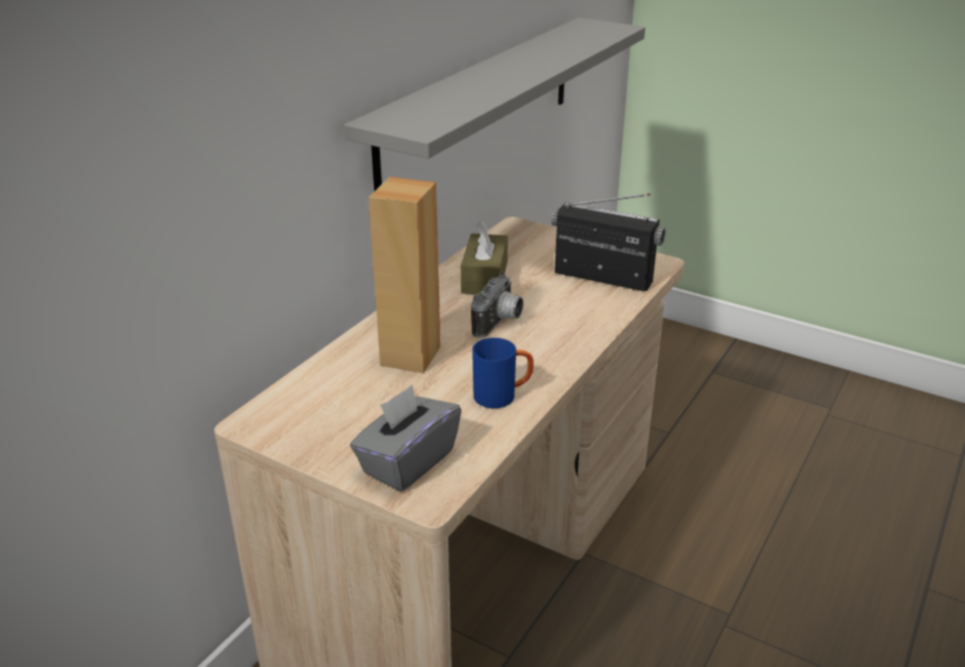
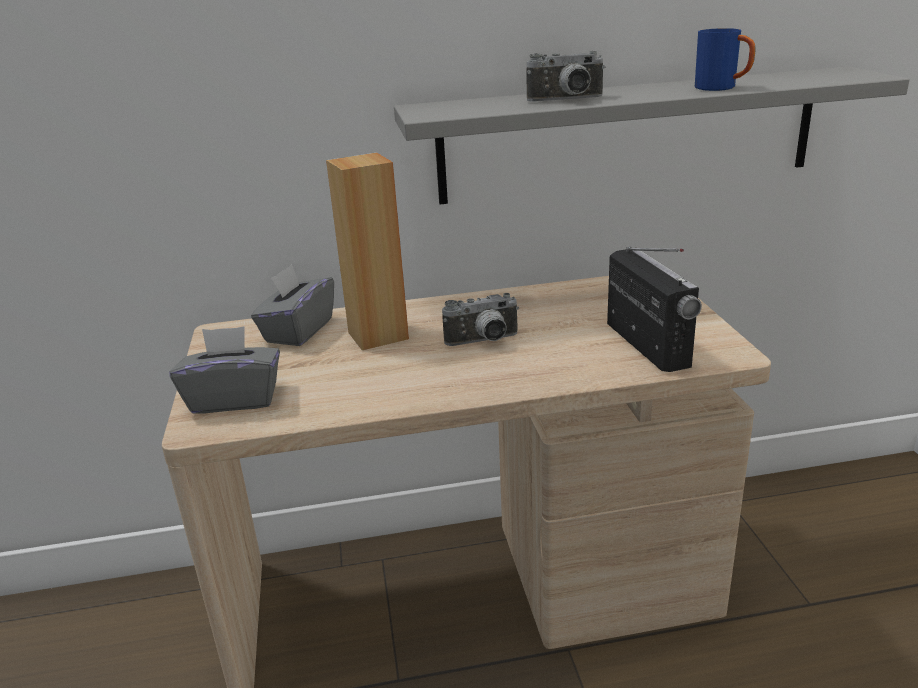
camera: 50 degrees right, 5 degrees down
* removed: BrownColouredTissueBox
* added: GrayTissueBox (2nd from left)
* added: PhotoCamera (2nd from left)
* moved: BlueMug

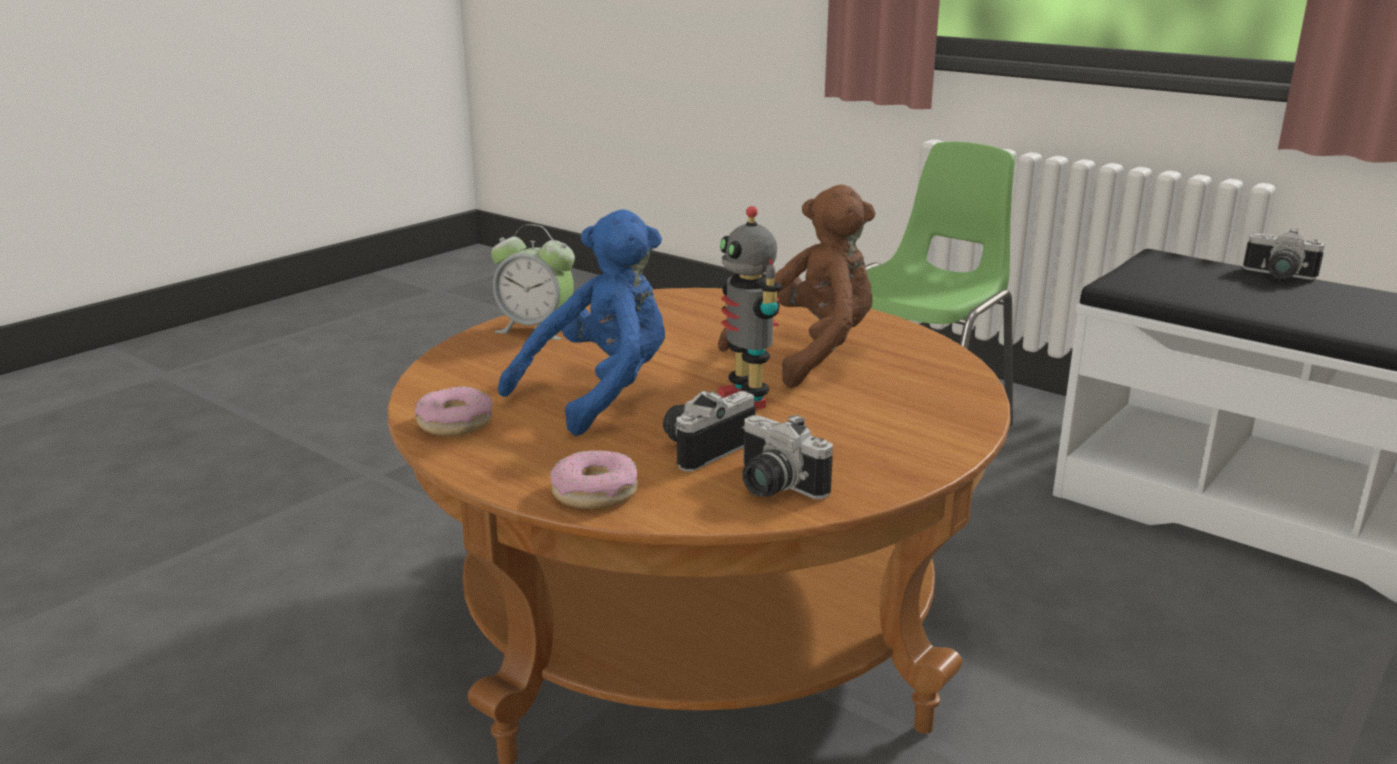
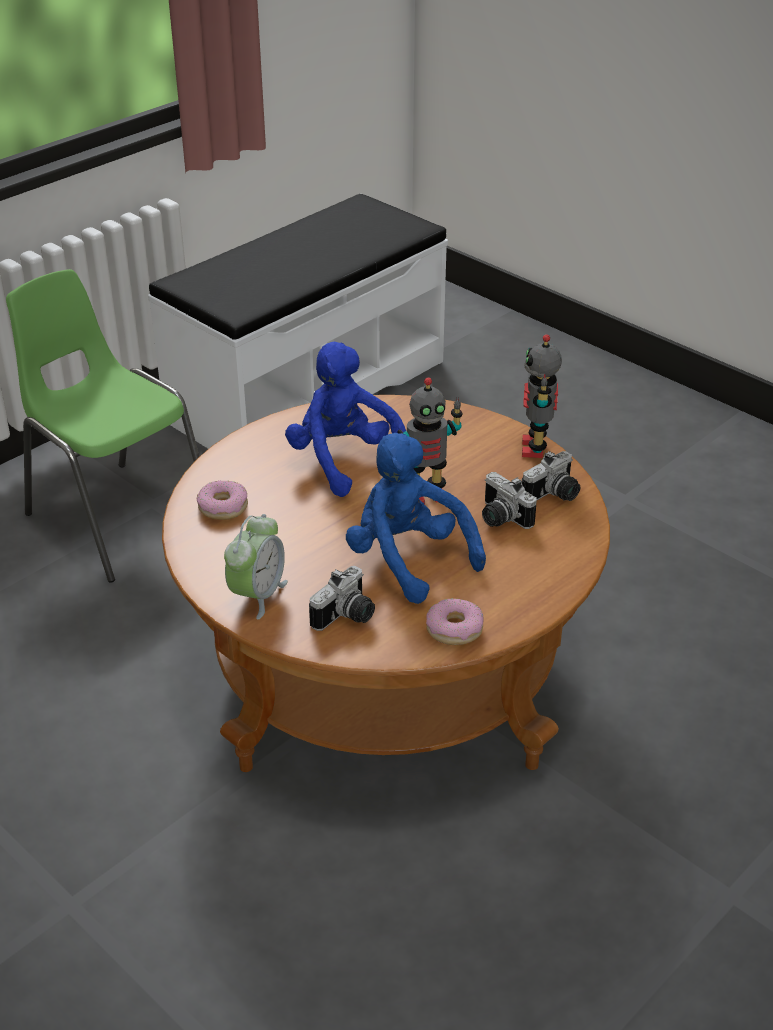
camera: 85 degrees left, 15 degrees up
* added: RobotFigure (2nd from left)
* moved: Donut (2nd from left in the first image) to Donut (1st from left)
* moved: PhotoCamera (3rd from left in the first image) to PhotoCamera (1st from left)
* recoloured: BrownColouredPlushToy to BluePlushToy (1st from left)

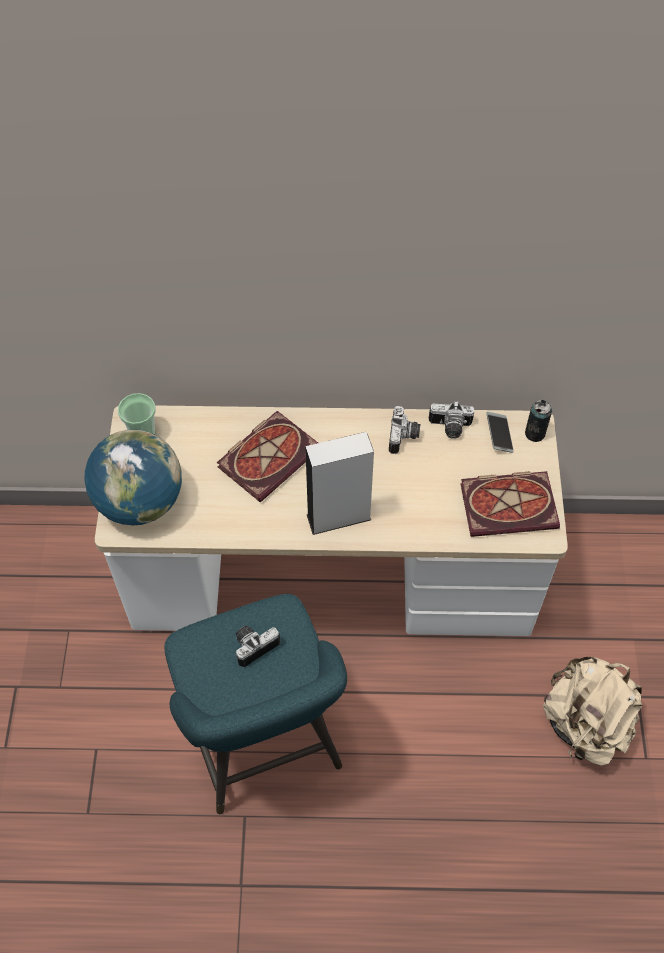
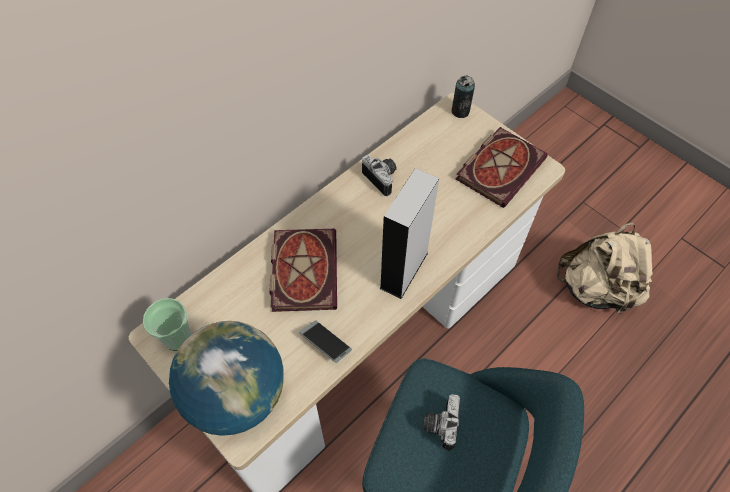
camera: 45 degrees left, 0 degrees up
* removed: PhotoCamera (3rd from left)
* moved: Phone

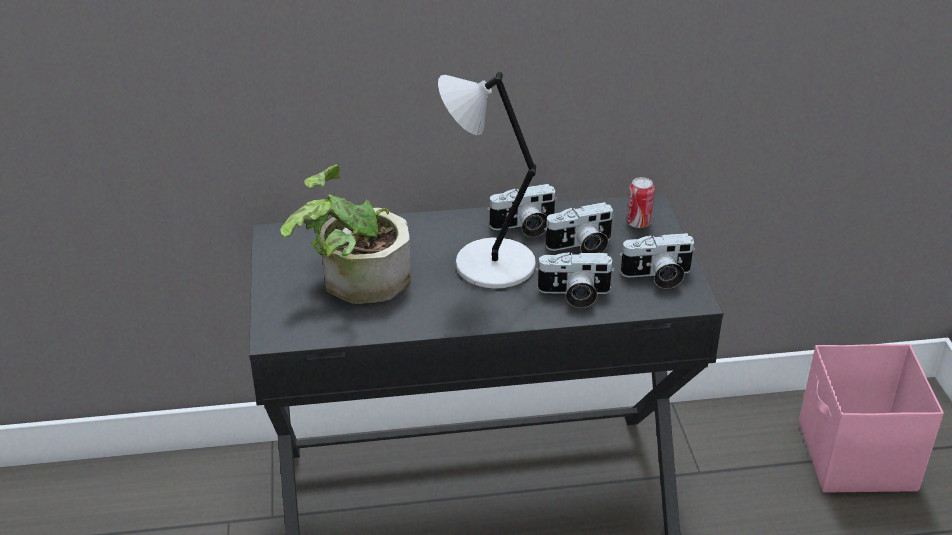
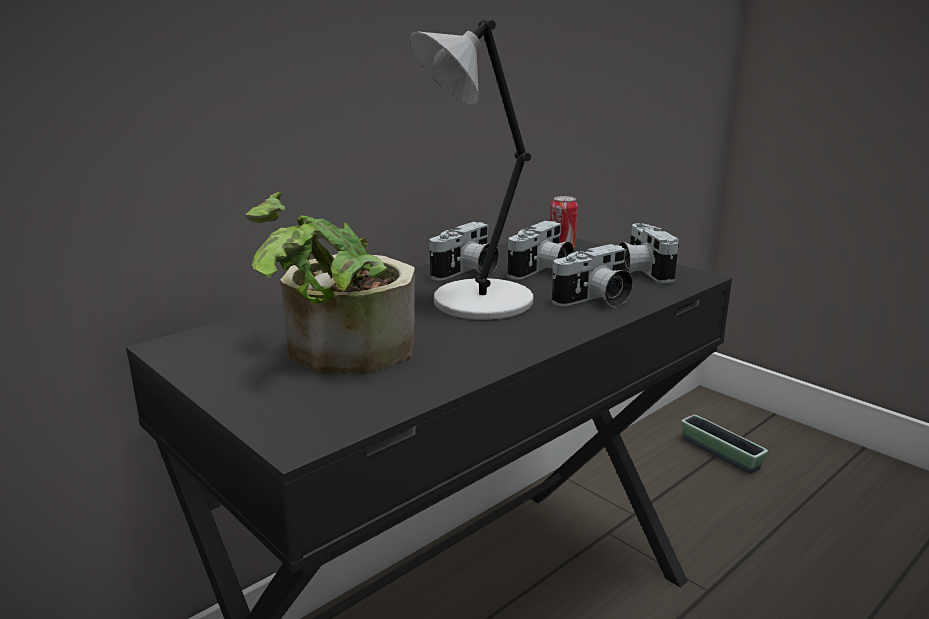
camera: 35 degrees left, 15 degrees down
* replaced: PinkStorageBin to PlantPot
* turned: PhotoCamera (4th from left) 120 degrees clockwise

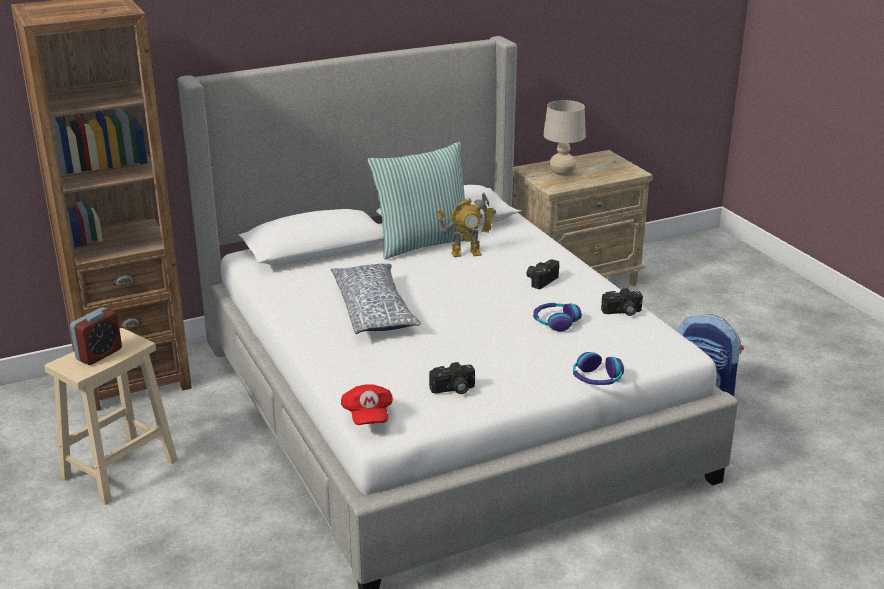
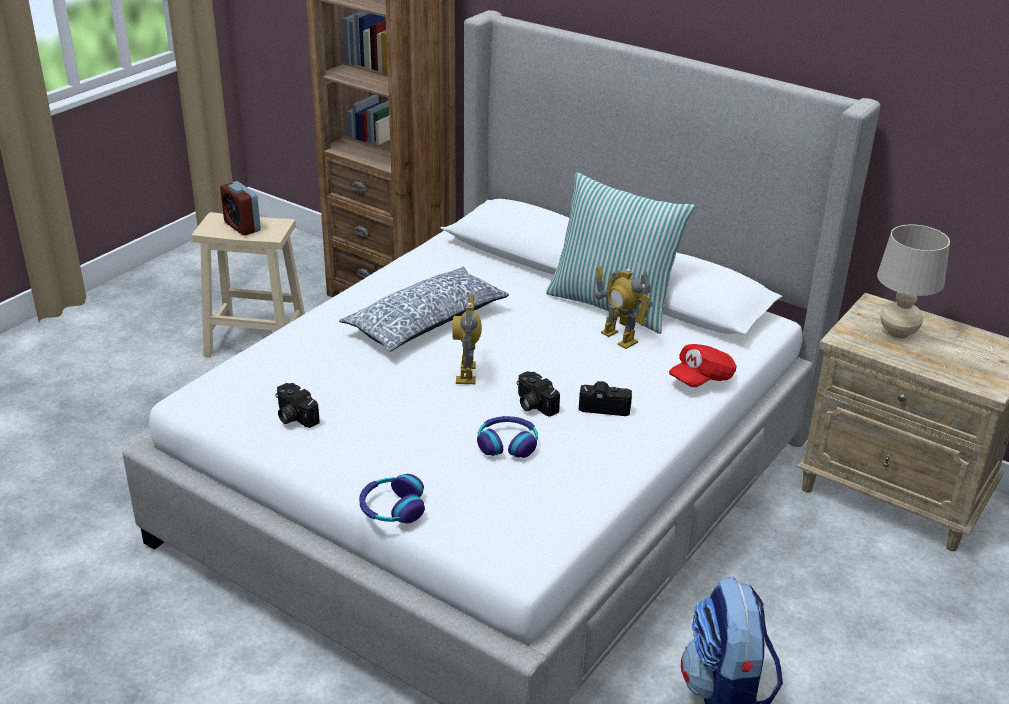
camera: 60 degrees right, 5 degrees up
* added: RobotFigure (1st from left)
* moved: RedColouredBaseballCap
* moved: PhotoCamera (3rd from left in the first image) to PhotoCamera (2nd from left)
* turned: BedsideClock 45 degrees clockwise

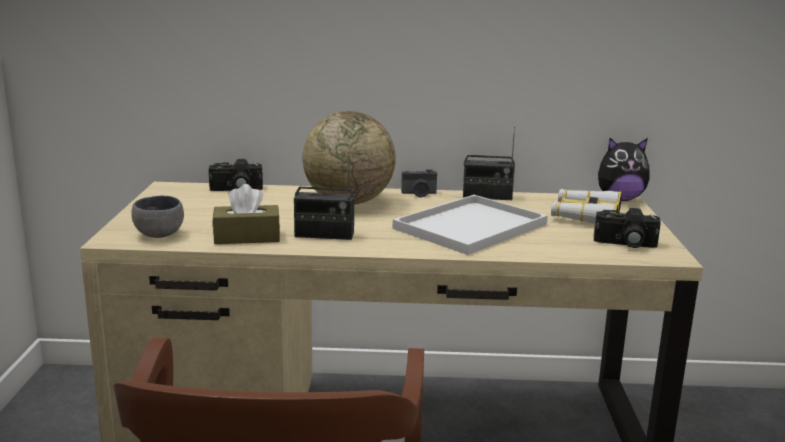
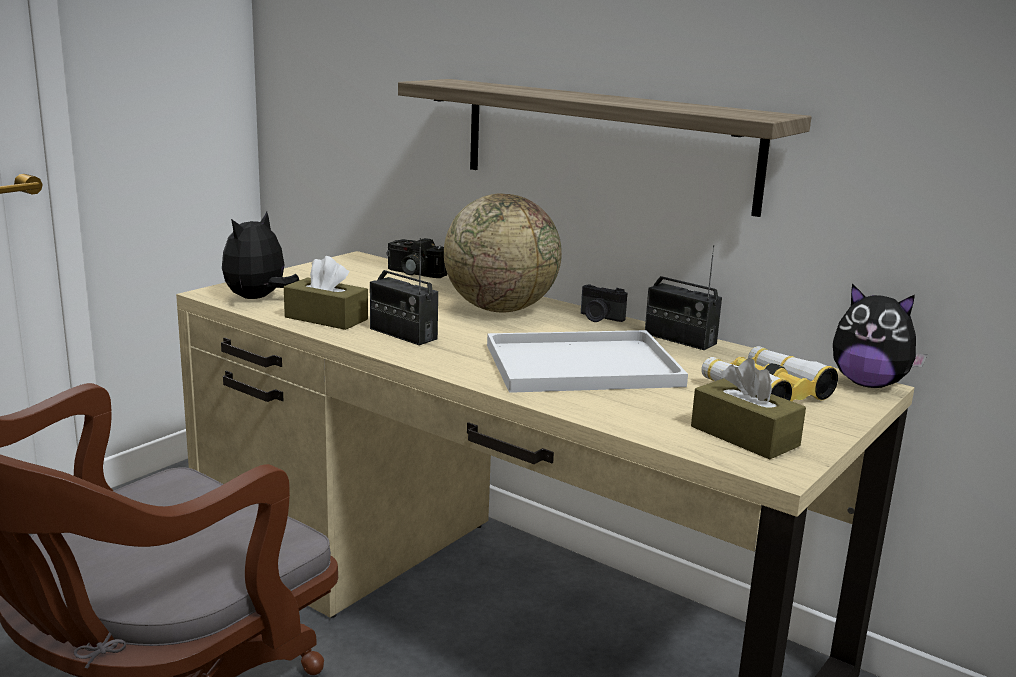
camera: 35 degrees right, 0 degrees up
* added: WallShelf
* replaced: GrayServingBowl to PlushToy (1st from left)
* replaced: PhotoCamera (3rd from left) to BrownColouredTissueBox (2nd from left)

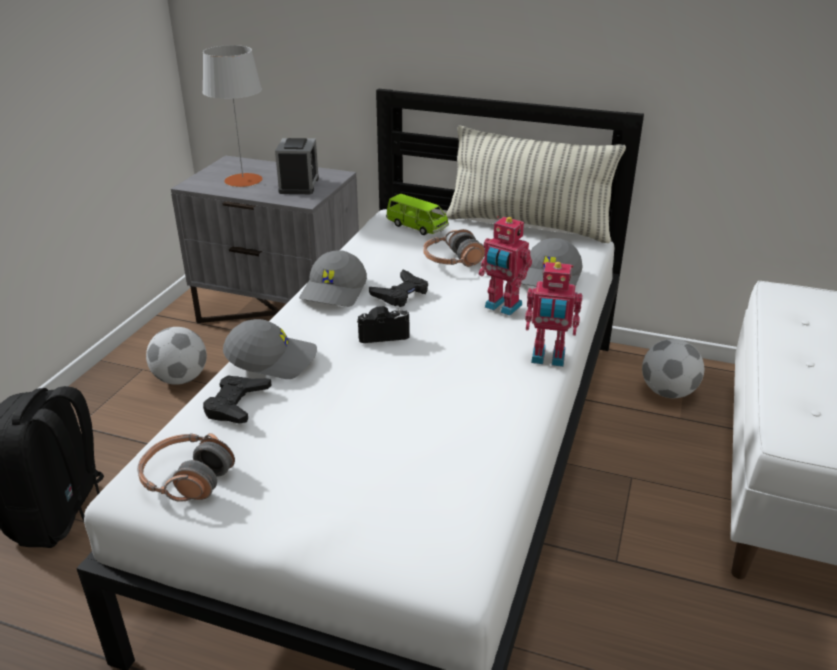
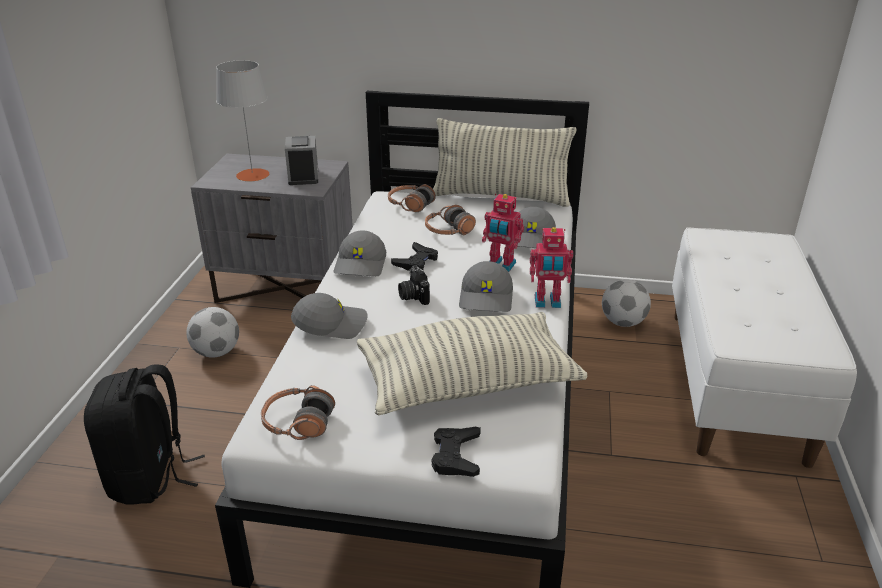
camera: 10 degrees left, 0 degrees up
* added: ThrowPillow (1st from left)
* added: GrayBaseballCap (3rd from left)
* moved: BlackishGamepad (1st from left in the first image) to BlackishGamepad (2nd from left)
* replaced: GreenToyCar to Headset (2nd from left)
* turned: PhotoCamera 90 degrees counterclockwise

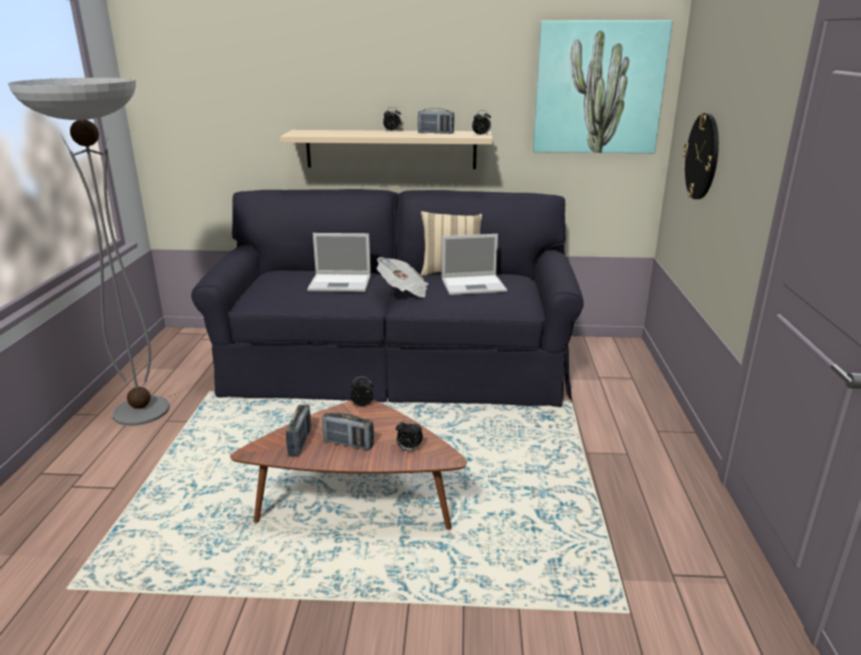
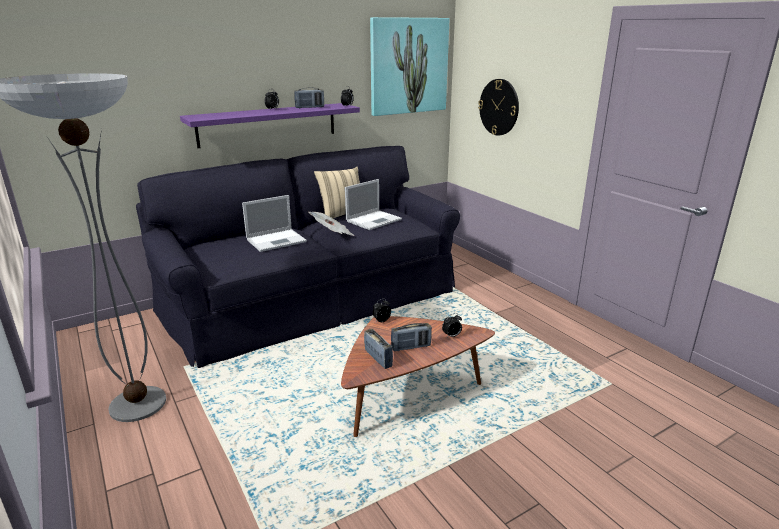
camera: 35 degrees left, 0 degrees up
* recoloured: BeigeWallShelf to PurplishWallShelf

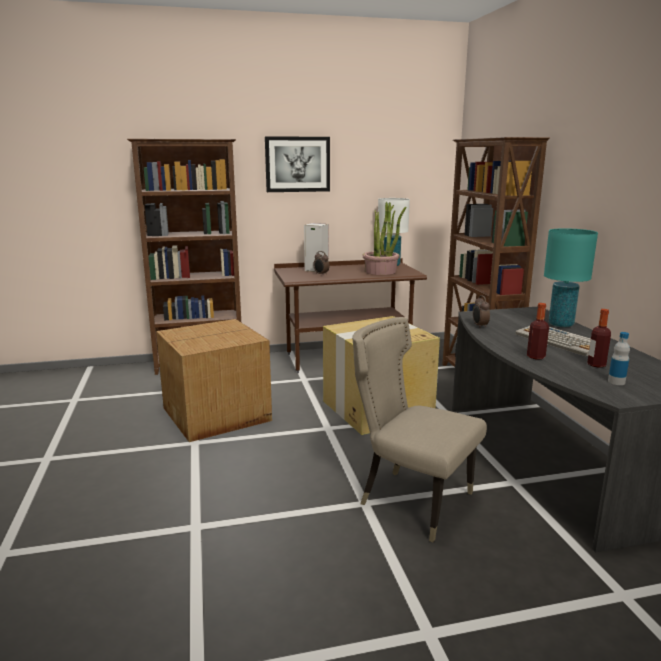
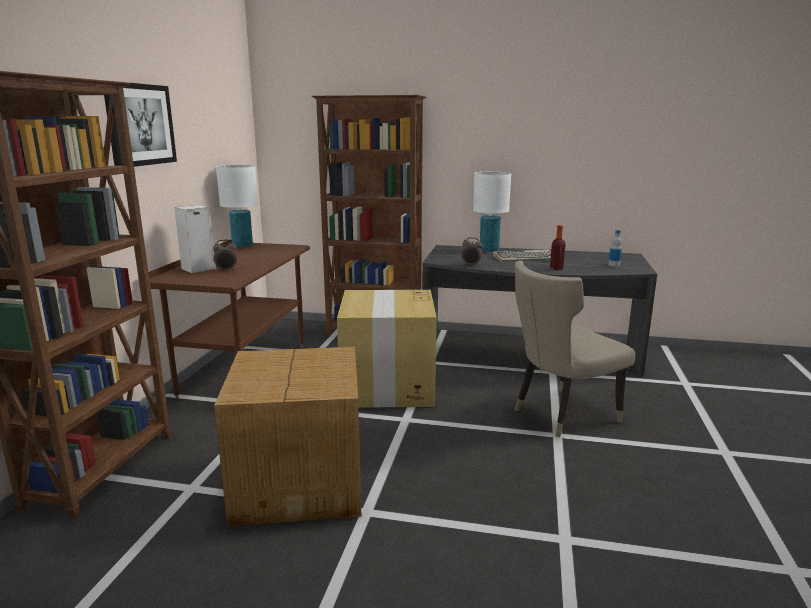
camera: 65 degrees left, 0 degrees up
* removed: Houseplant
* removed: BeverageBottle (2nd from left)
* recoloured: TurquoiseTableLamp to WhiteColouredTableLamp (2nd from left)

